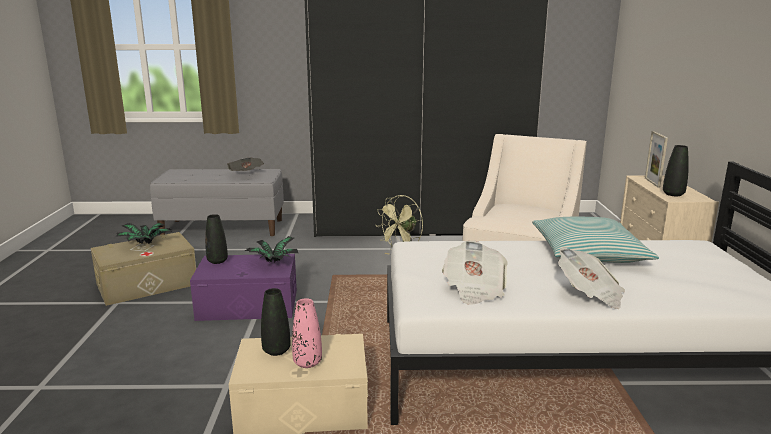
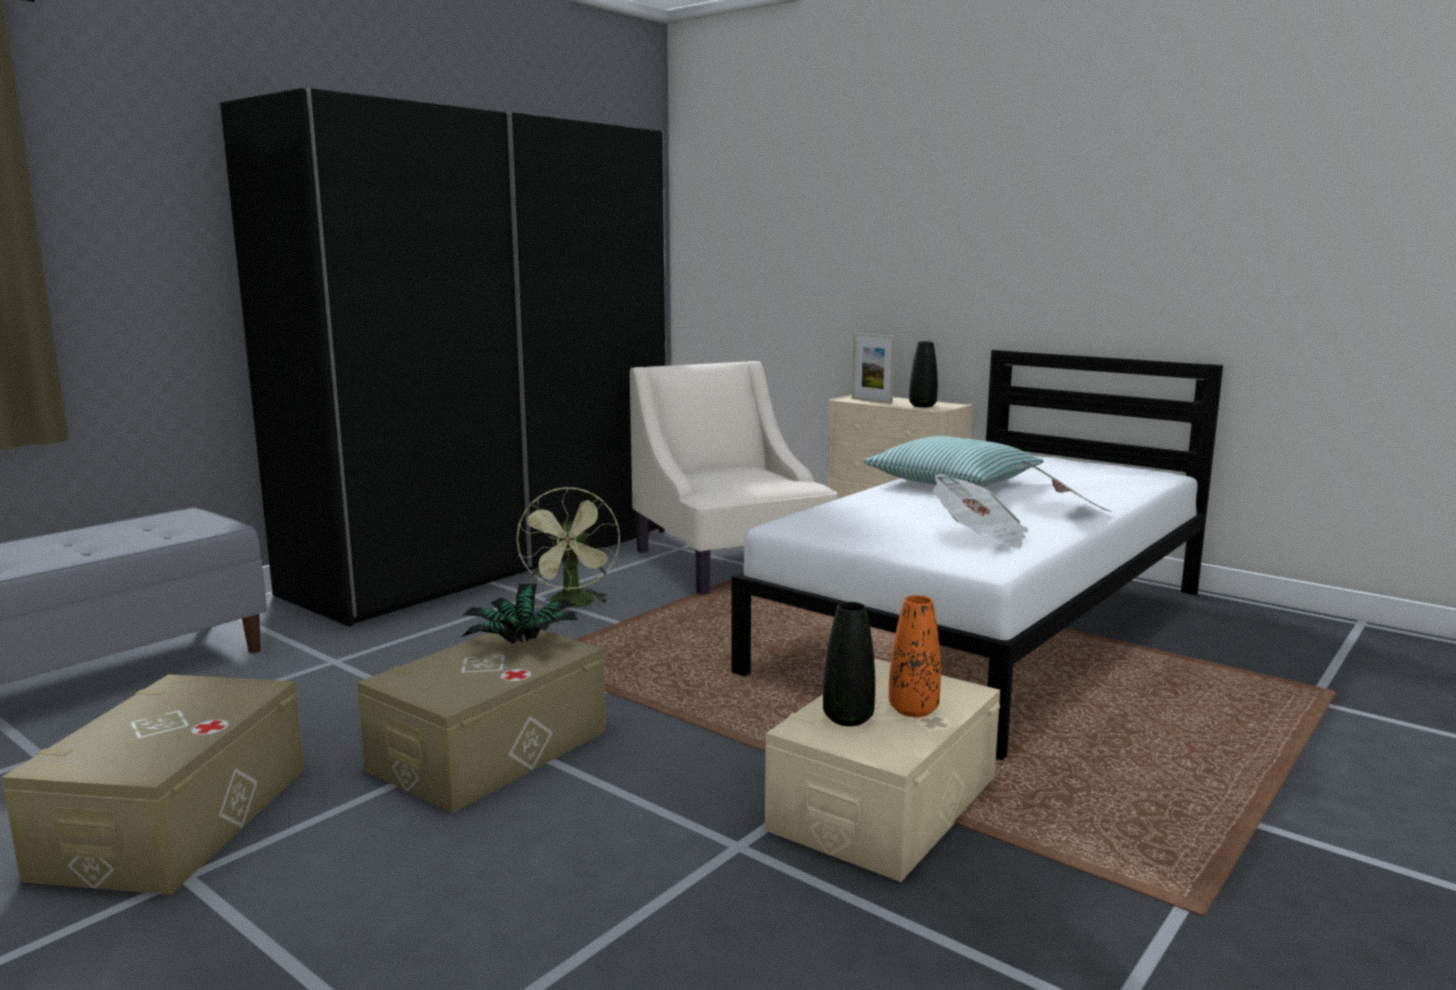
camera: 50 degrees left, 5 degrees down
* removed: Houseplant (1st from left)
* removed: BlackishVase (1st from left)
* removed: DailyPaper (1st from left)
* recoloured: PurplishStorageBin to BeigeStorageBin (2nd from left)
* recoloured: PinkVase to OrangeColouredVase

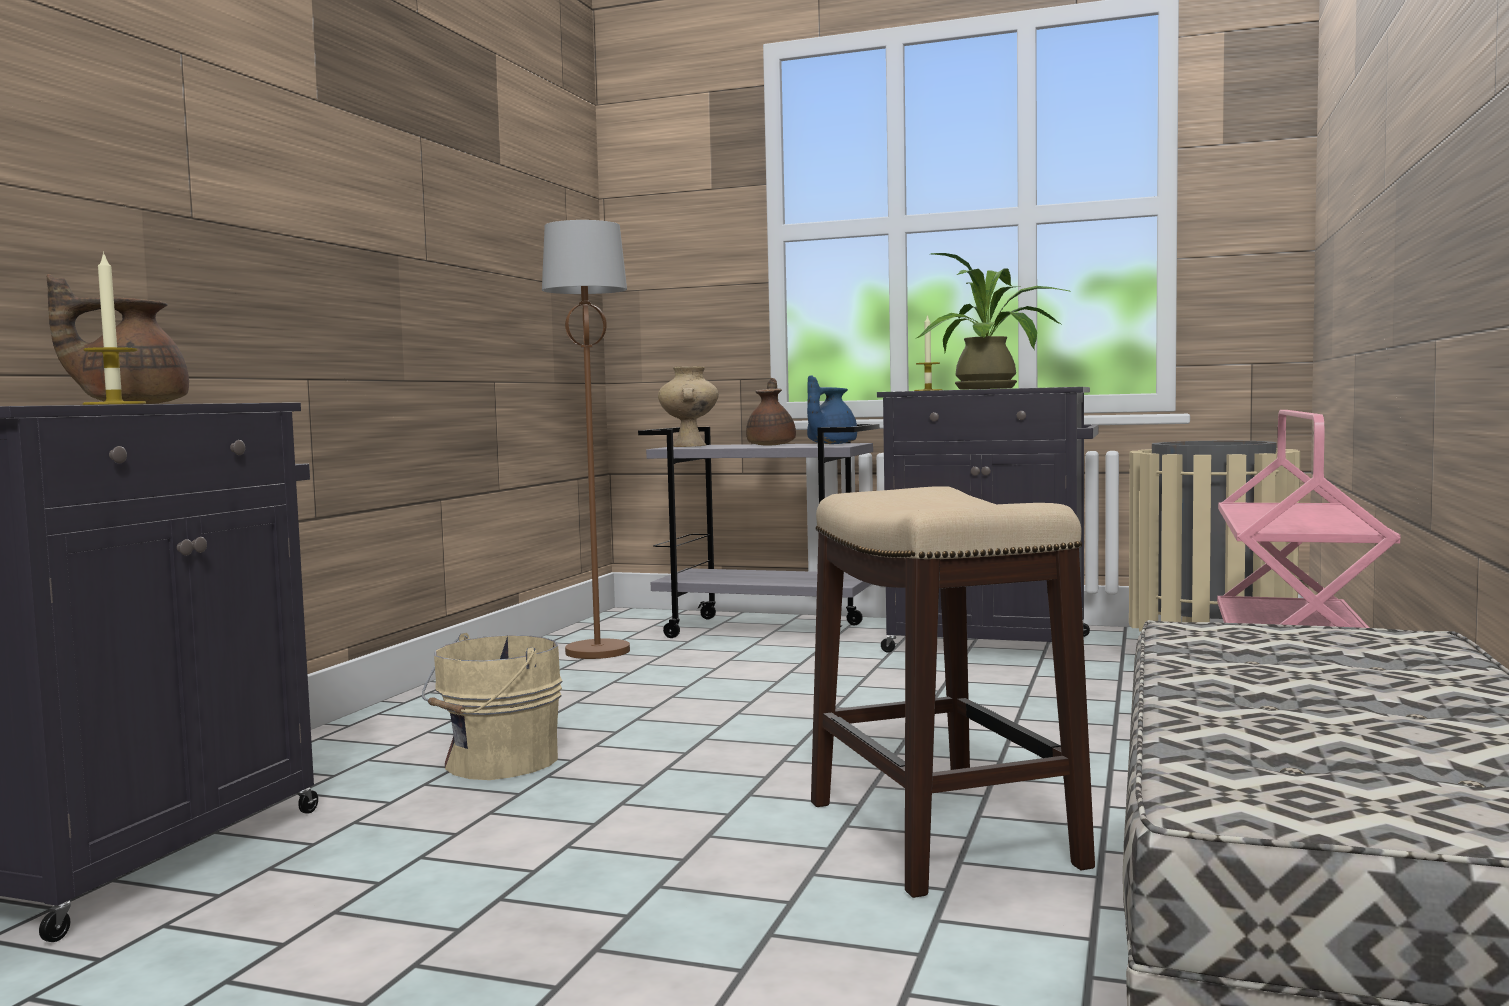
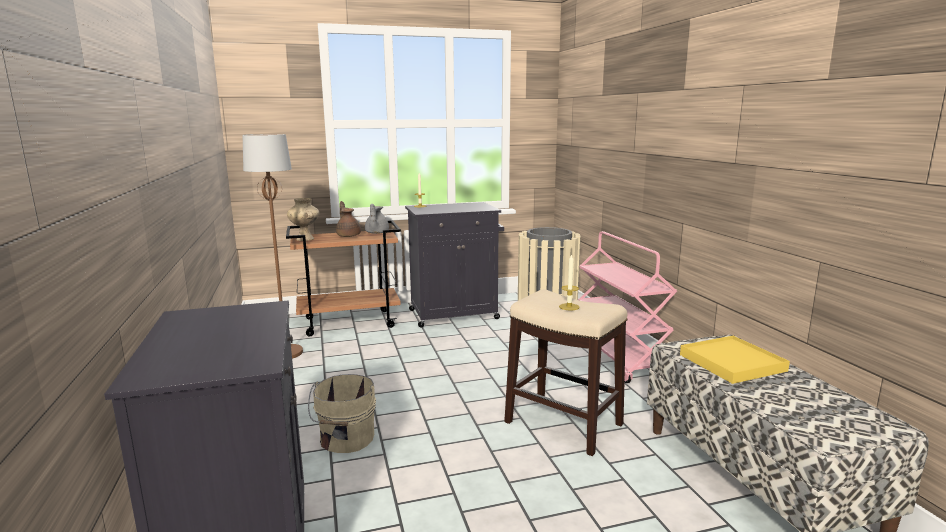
camera: 35 degrees left, 10 degrees up
* removed: BrownColouredPotForTea (1st from left)
* removed: Houseplant
* added: YellowServingTray
* moved: WaxLight (1st from left in the first image) to WaxLight (2nd from left)
* recoloured: GrayWheeledCart to BrownColouredWheeledCart
* recoloured: BluePotForTea to GrayPotForTea

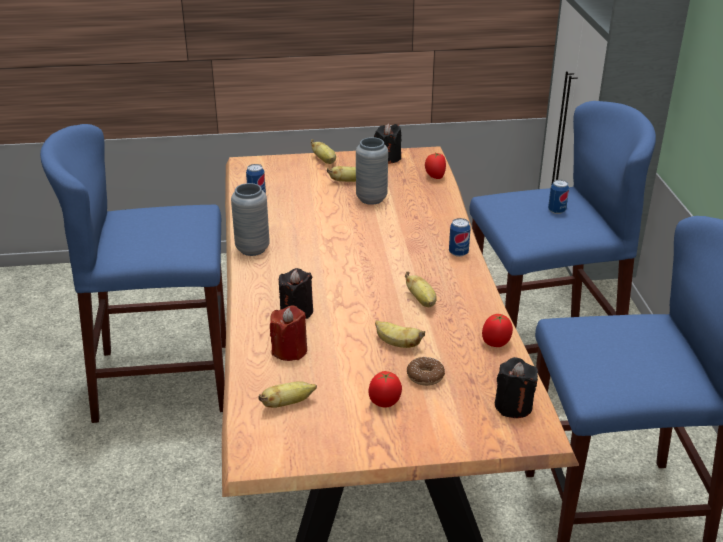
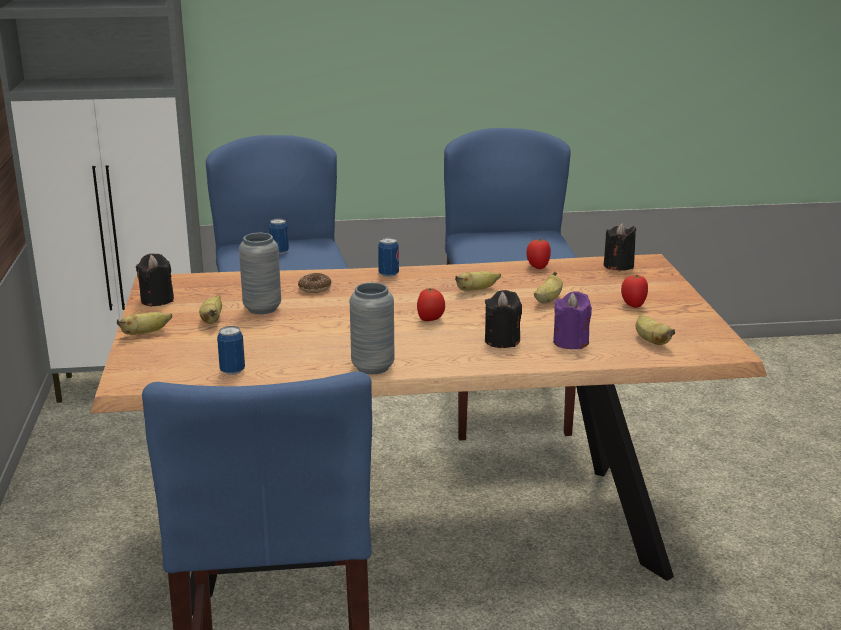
camera: 90 degrees left, 10 degrees down
* moved: Donut
* moved: WholeTomato (2nd from left in the first image) to WholeTomato (1st from left)
* recoloured: RedColouredWaxLight to PurplishWaxLight

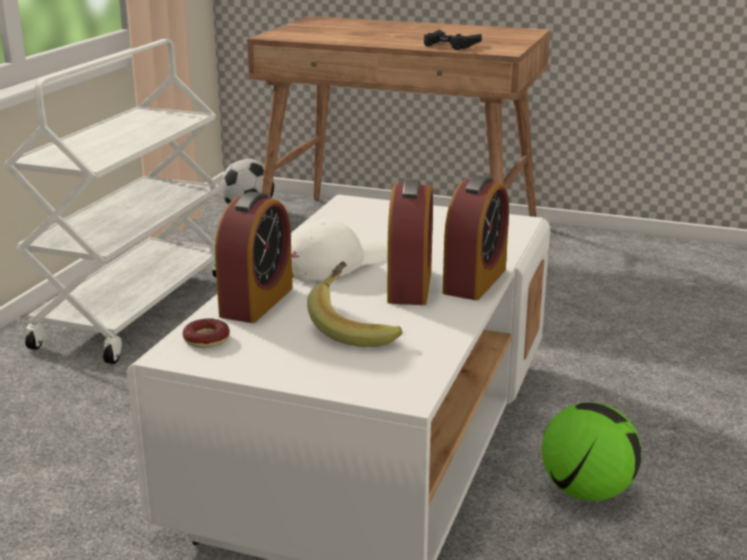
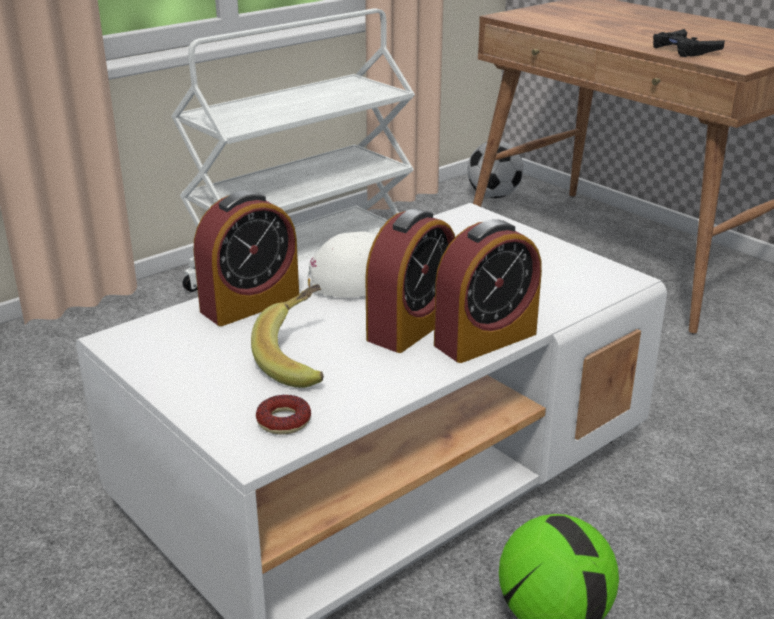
camera: 30 degrees right, 5 degrees up
* moved: Donut

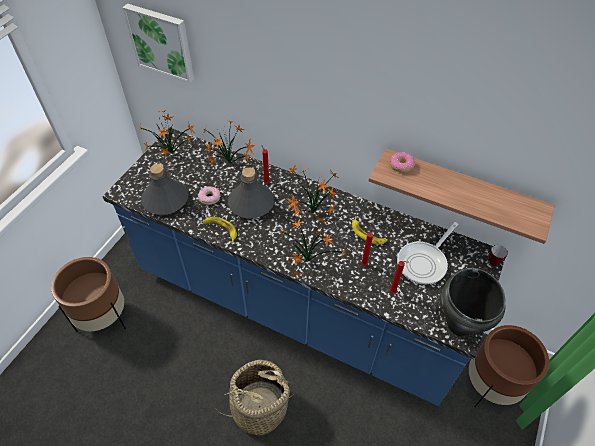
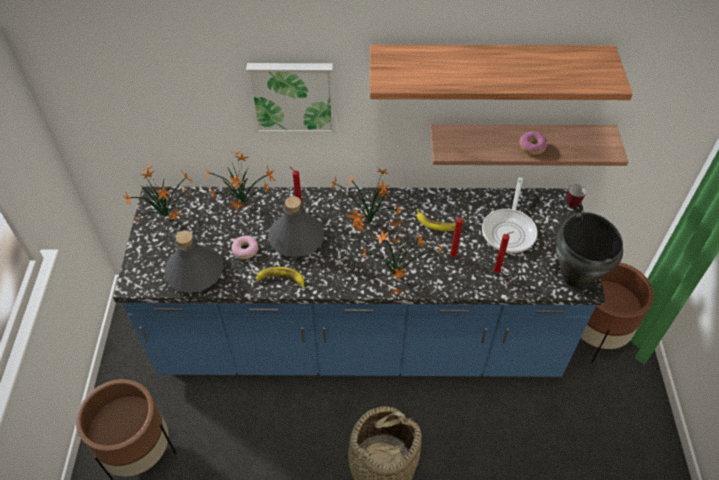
camera: 25 degrees left, 0 degrees up
* added: WallShelf (1st from left)
* moved: Picture
* moved: Donut (2nd from left)

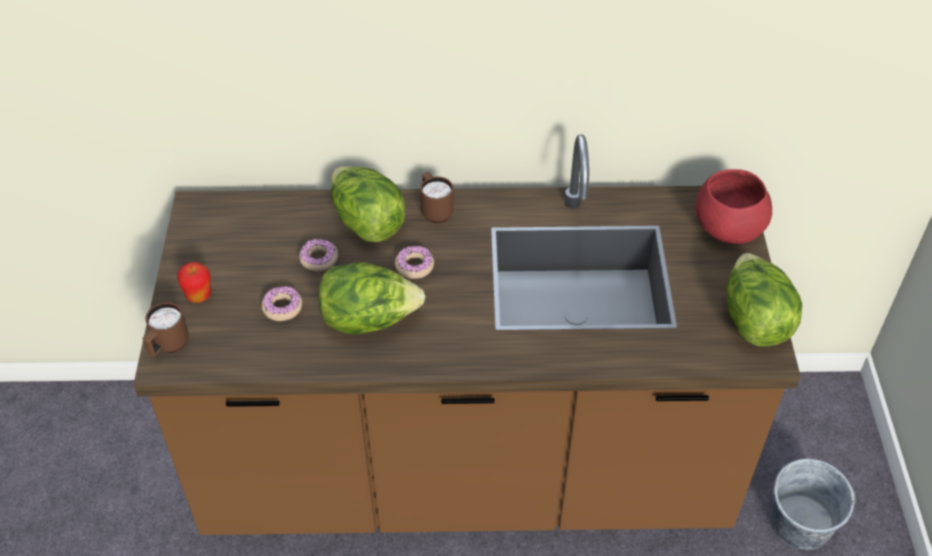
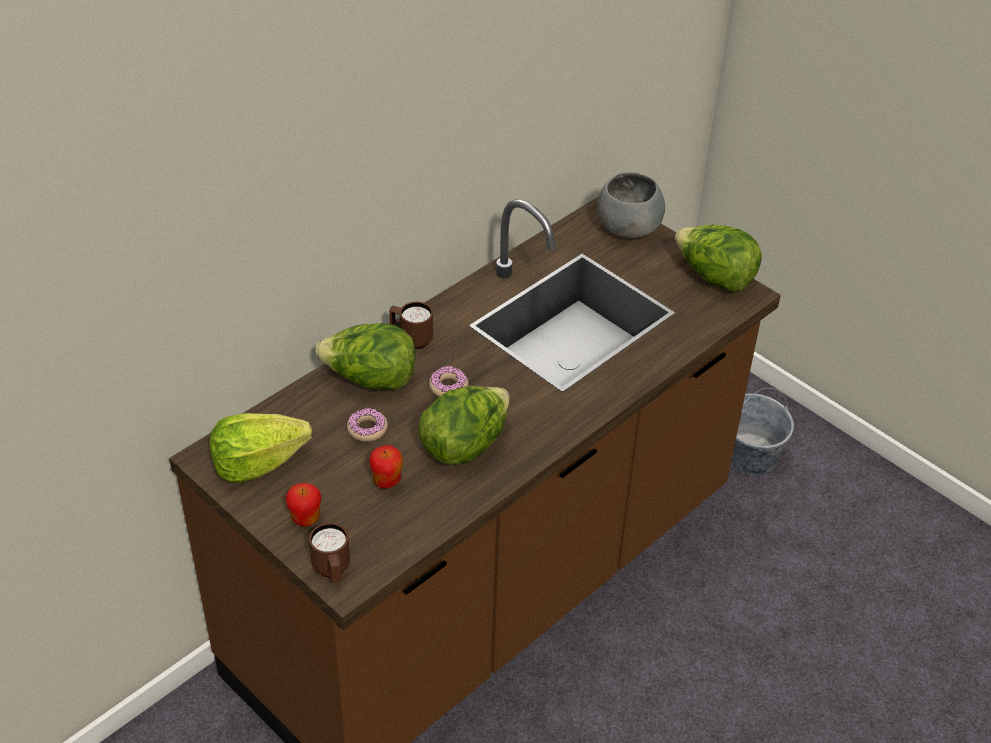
camera: 45 degrees left, 5 degrees down
* added: LettuceHead (1st from left)
* replaced: Donut (1st from left) to AppleFruit (2nd from left)
* recoloured: RedColouredServingBowl to GrayServingBowl

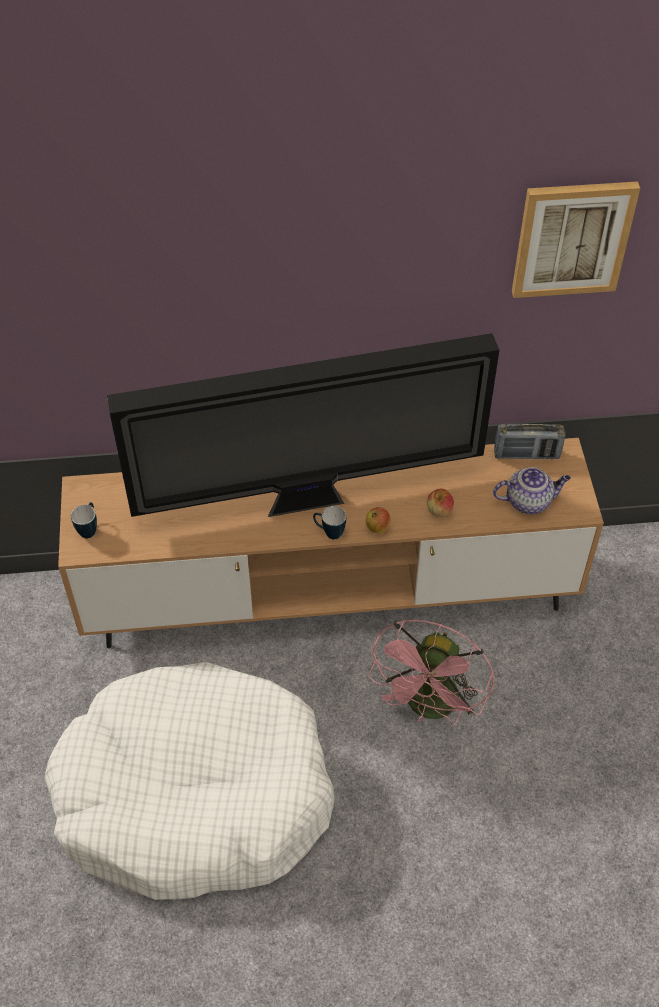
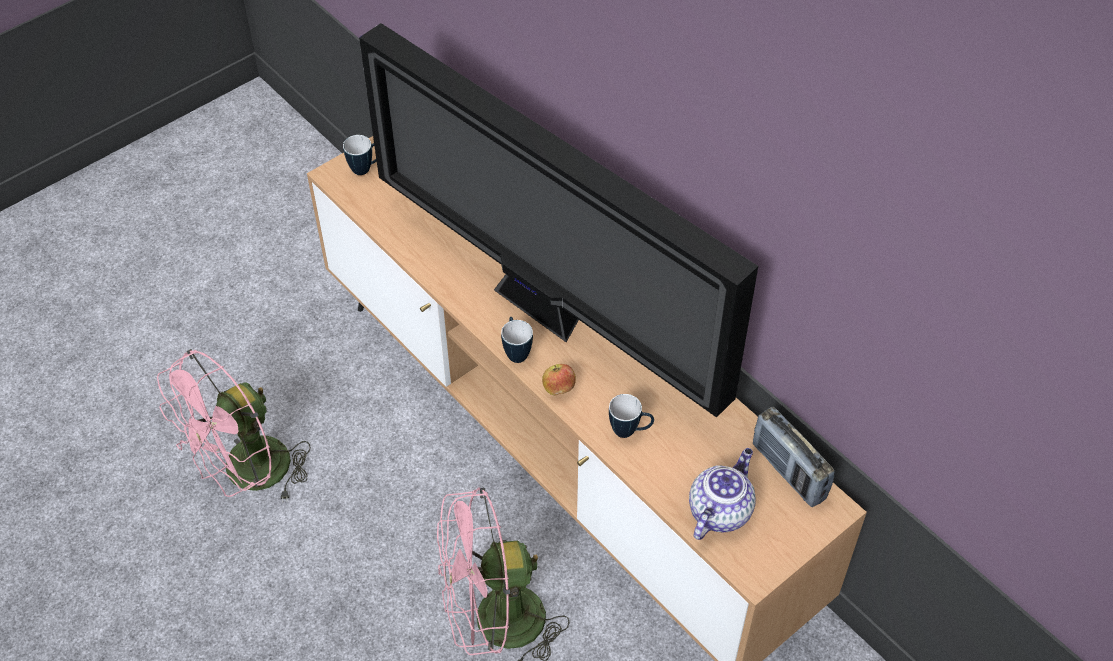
camera: 55 degrees right, 0 degrees up
* removed: Picture
* replaced: WhiteColouredDogBed to PinkElectricFan (1st from left)
* replaced: AppleFruit (2nd from left) to Mug (3rd from left)
* turned: PotForTea 105 degrees counterclockwise

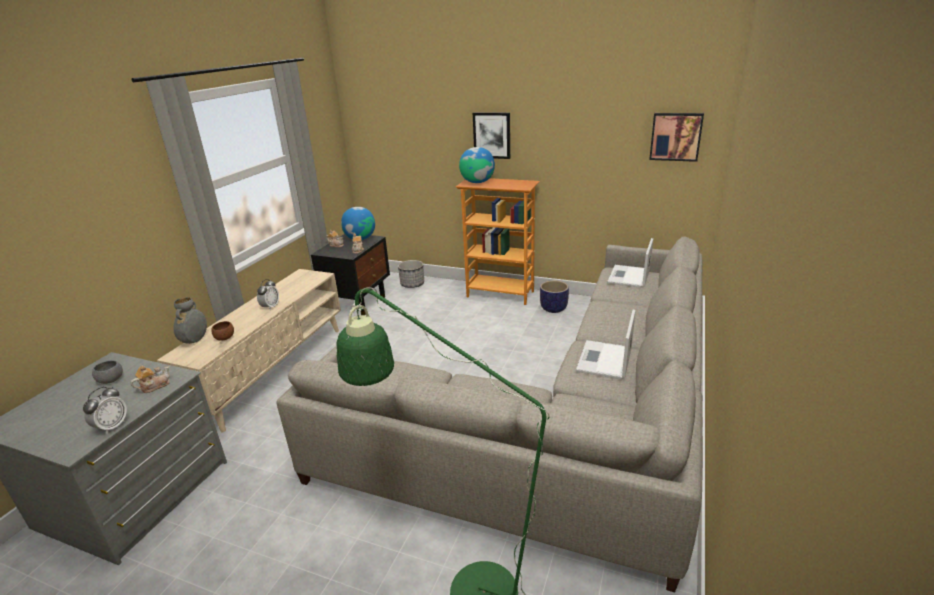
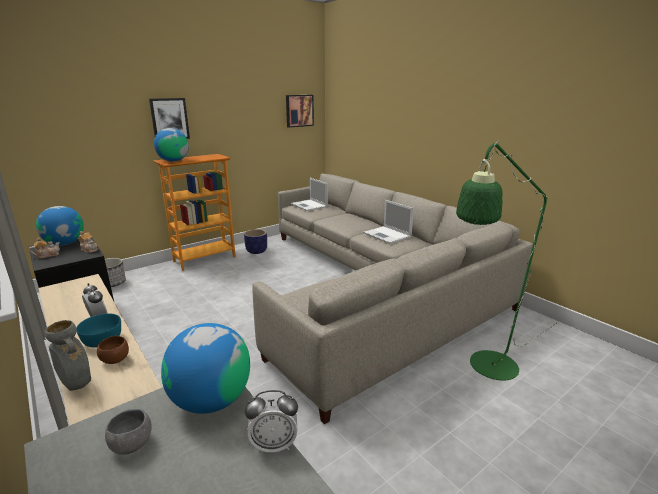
camera: 60 degrees left, 5 degrees down
* added: TurquoiseServingBowl
* replaced: PotForTea (1st from left) to DeskGlobe (3rd from left)
* turned: BedsideClock (1st from left in the first image) 120 degrees clockwise

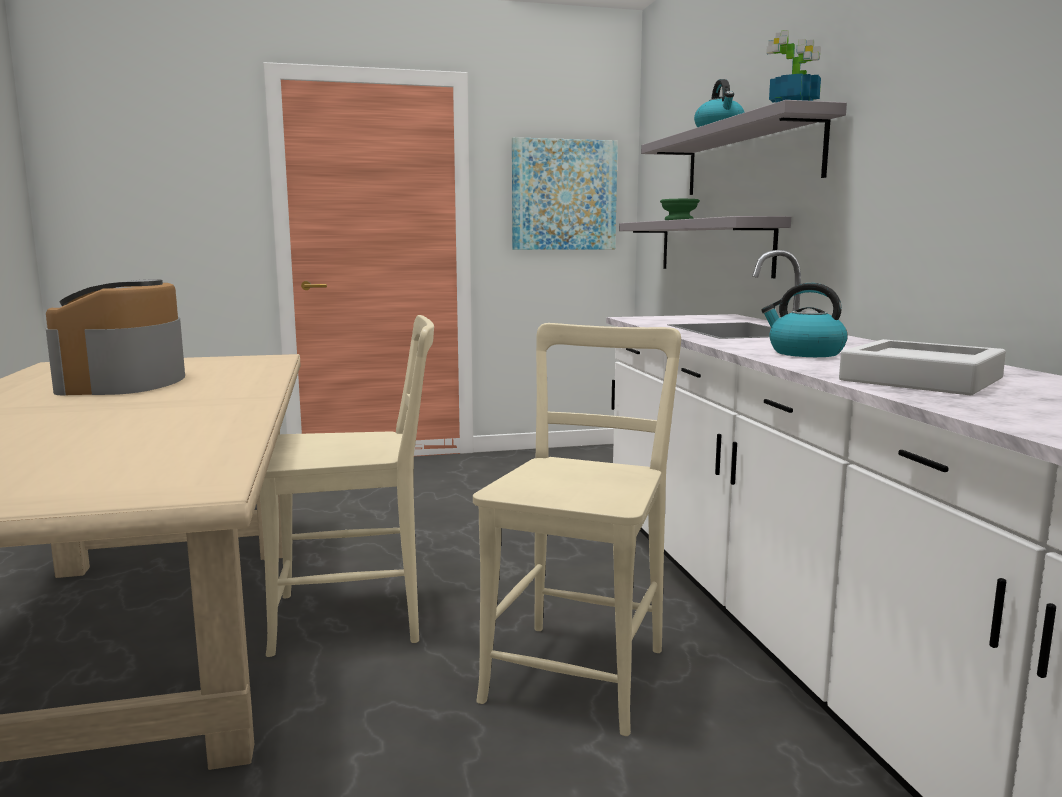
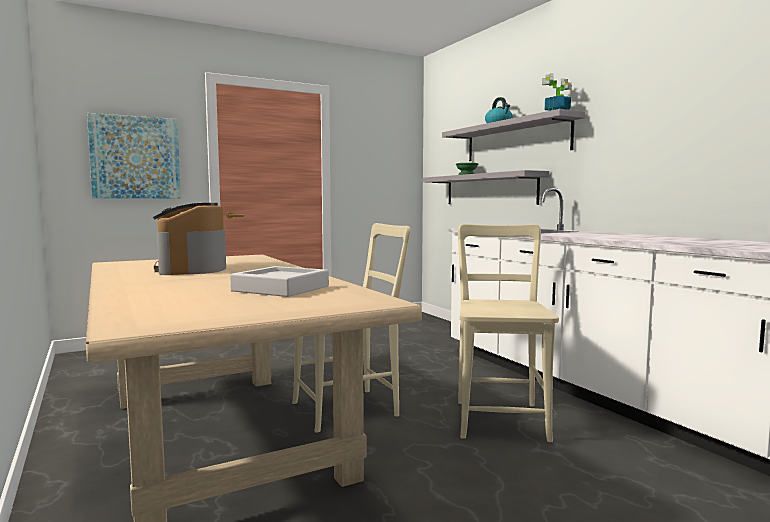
camera: 15 degrees left, 5 degrees down
* removed: WaterKettle (2nd from left)
* moved: Picture
* moved: GrayServingTray

